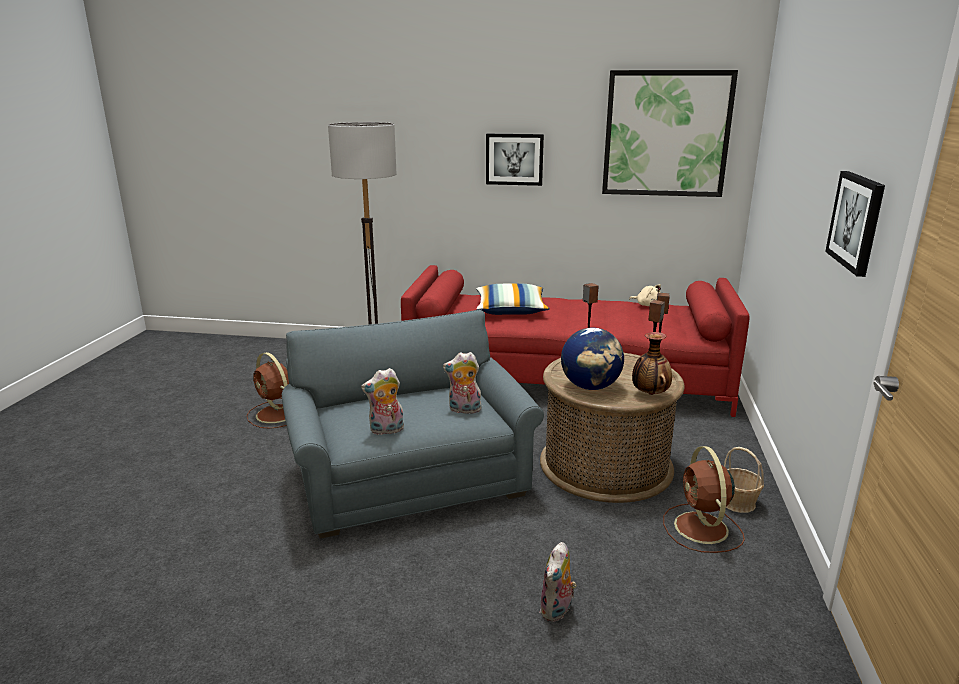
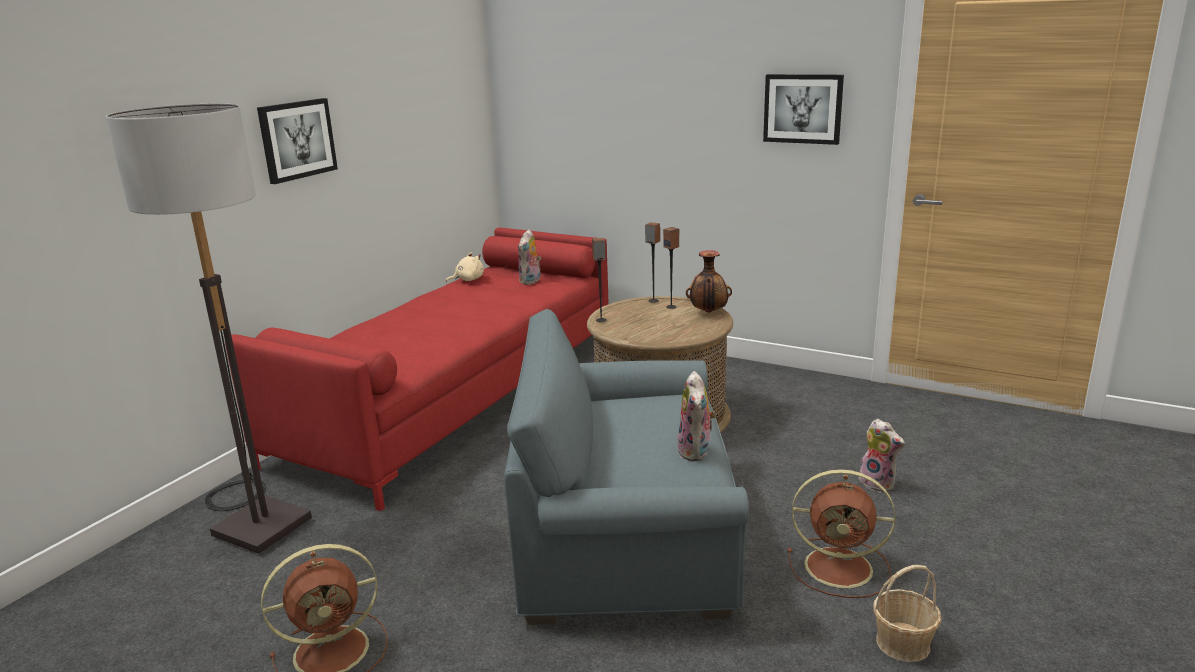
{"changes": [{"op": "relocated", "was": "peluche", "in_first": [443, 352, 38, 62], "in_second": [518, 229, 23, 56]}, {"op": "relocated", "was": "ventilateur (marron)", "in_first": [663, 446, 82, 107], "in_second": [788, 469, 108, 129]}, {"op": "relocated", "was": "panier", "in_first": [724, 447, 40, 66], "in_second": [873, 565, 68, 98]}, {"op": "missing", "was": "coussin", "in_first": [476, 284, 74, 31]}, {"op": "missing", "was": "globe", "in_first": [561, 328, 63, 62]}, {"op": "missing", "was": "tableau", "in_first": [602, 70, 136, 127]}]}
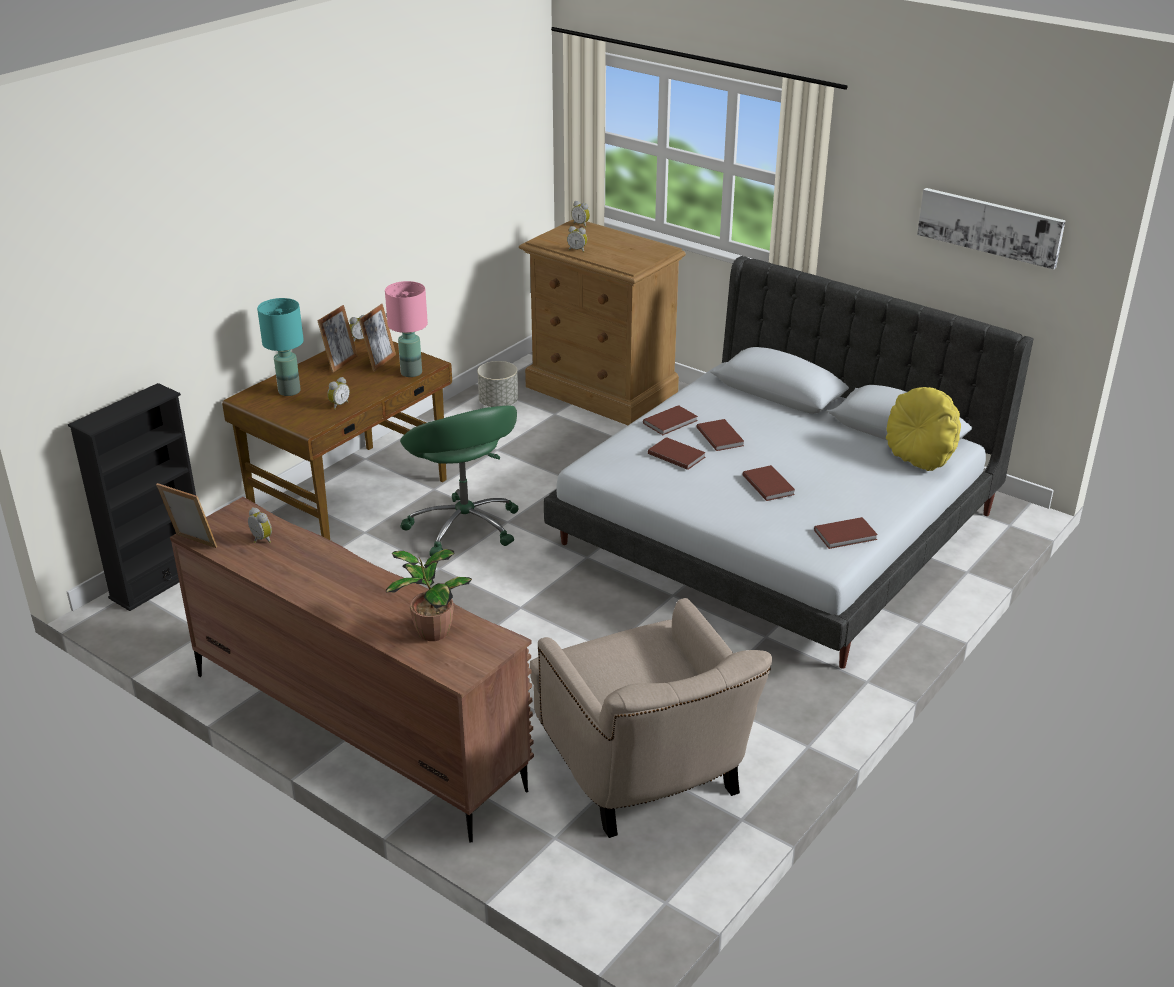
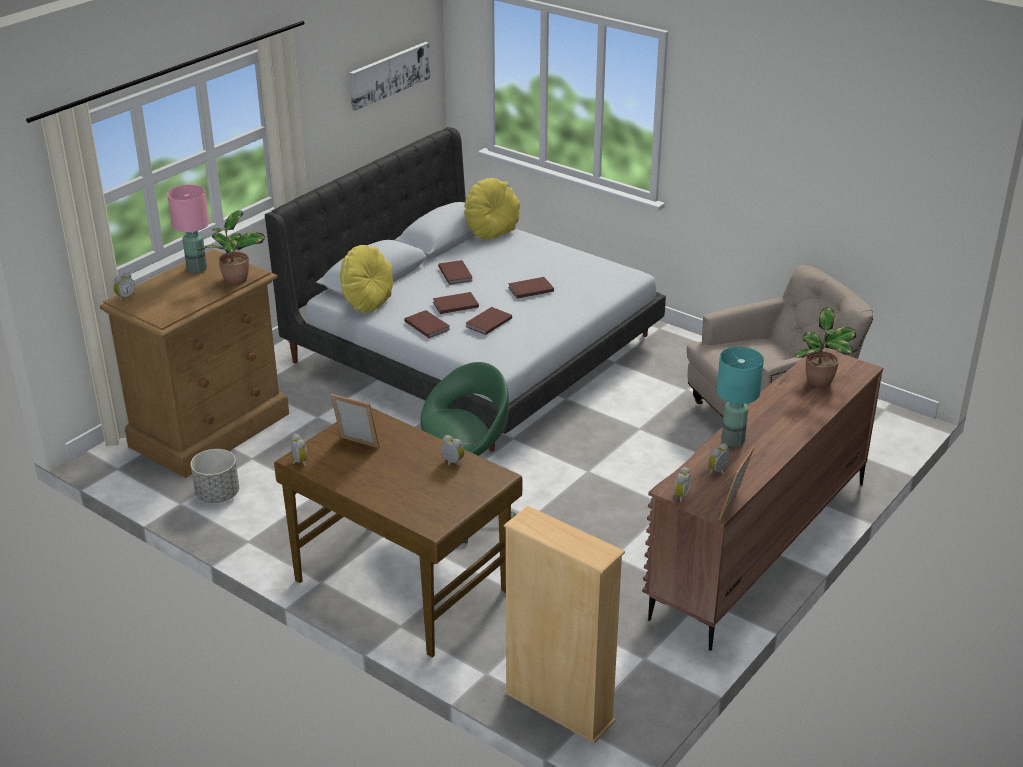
{"changes": [{"op": "relocated", "was": "lampe de table (rose)", "in_first": [385, 281, 43, 96], "in_second": [167, 185, 42, 88]}, {"op": "appeared", "now": "plante en pot", "in_second": [197, 210, 69, 75]}, {"op": "appeared", "now": "coussin (jaune)", "in_second": [340, 245, 53, 68]}, {"op": "relocated", "was": "livre (marron)", "in_first": [814, 517, 64, 32], "in_second": [438, 260, 35, 25]}, {"op": "colour", "was": "bibliothèque (noir)", "now": "bibliothèque (beige)", "in_first": [68, 383, 128, 228], "in_second": [504, 506, 121, 238]}, {"op": "relocated", "was": "réveil", "in_first": [567, 226, 20, 26], "in_second": [673, 467, 18, 36]}, {"op": "relocated", "was": "lampe de table (turquoise)", "in_first": [257, 298, 47, 98], "in_second": [717, 347, 47, 100]}, {"op": "missing", "was": "cadre photo", "in_first": [317, 305, 41, 68]}]}
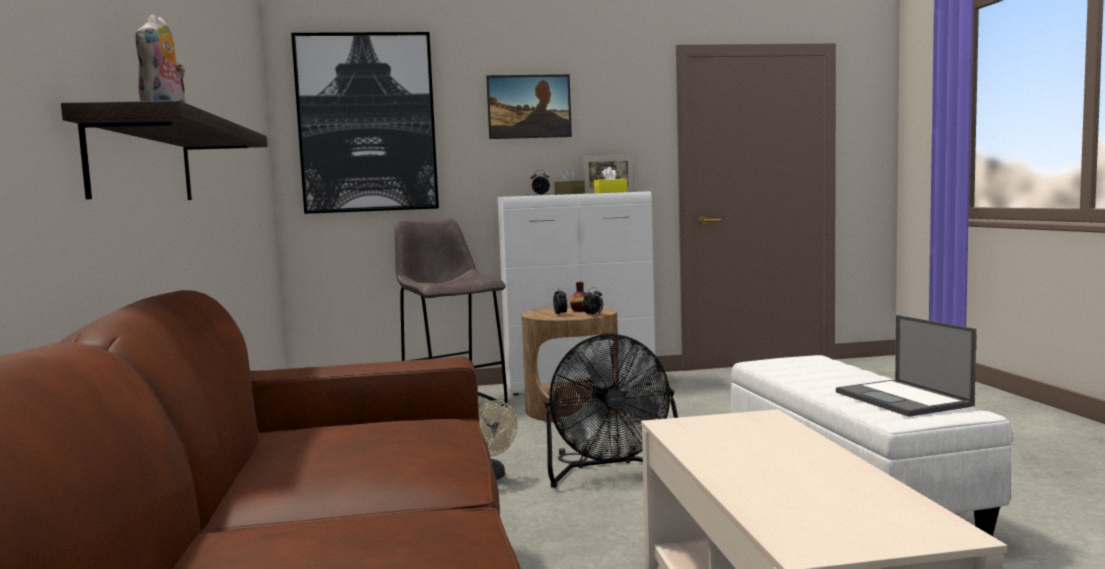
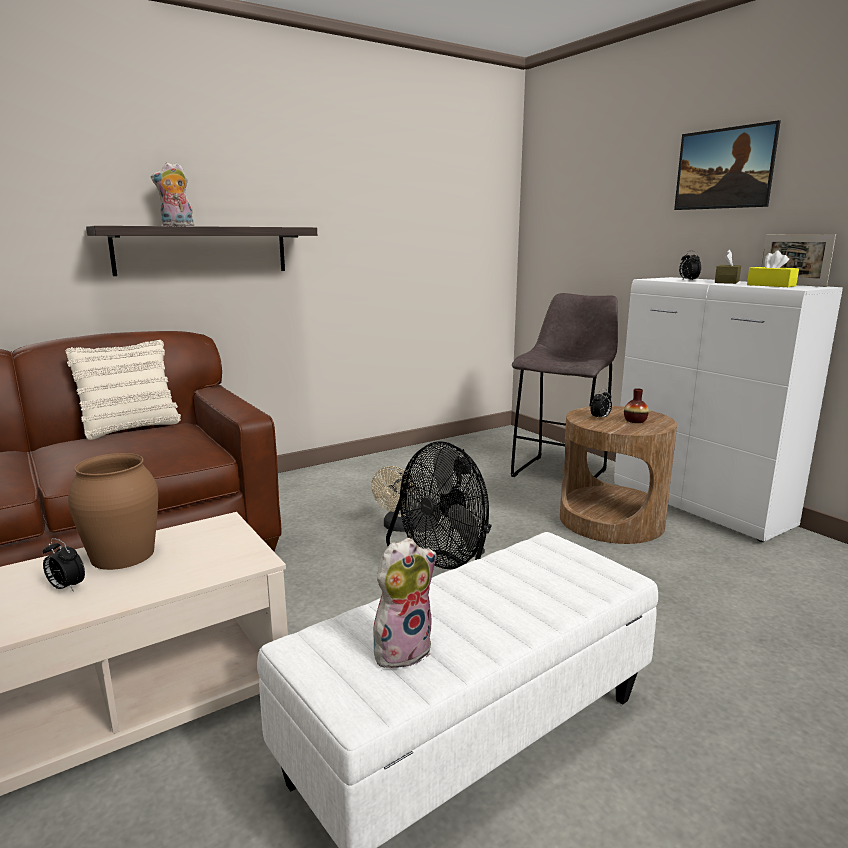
{"changes": [{"op": "relocated", "was": "réveil", "in_first": [582, 288, 21, 27], "in_second": [43, 538, 42, 54]}, {"op": "appeared", "now": "coussin (beige)", "in_second": [65, 340, 116, 100]}, {"op": "appeared", "now": "vase (marron)", "in_second": [68, 453, 90, 117]}, {"op": "exchanged", "was": "ordinateur portable", "now": "peluche", "in_first": [836, 315, 140, 102], "in_second": [373, 538, 64, 133]}, {"op": "missing", "was": "tableau", "in_first": [291, 32, 148, 182]}]}
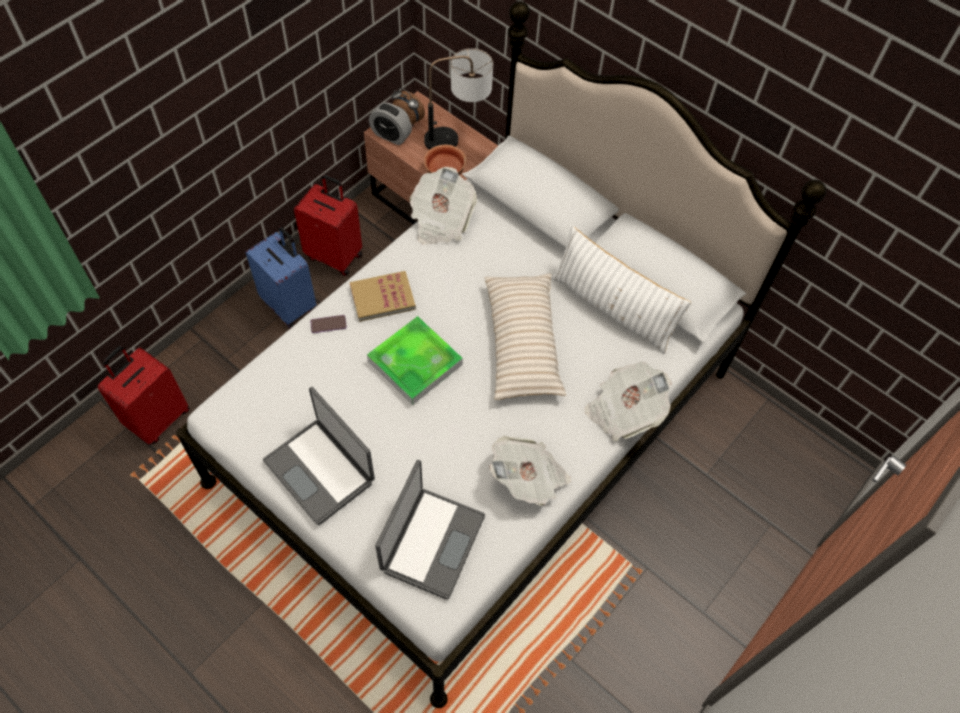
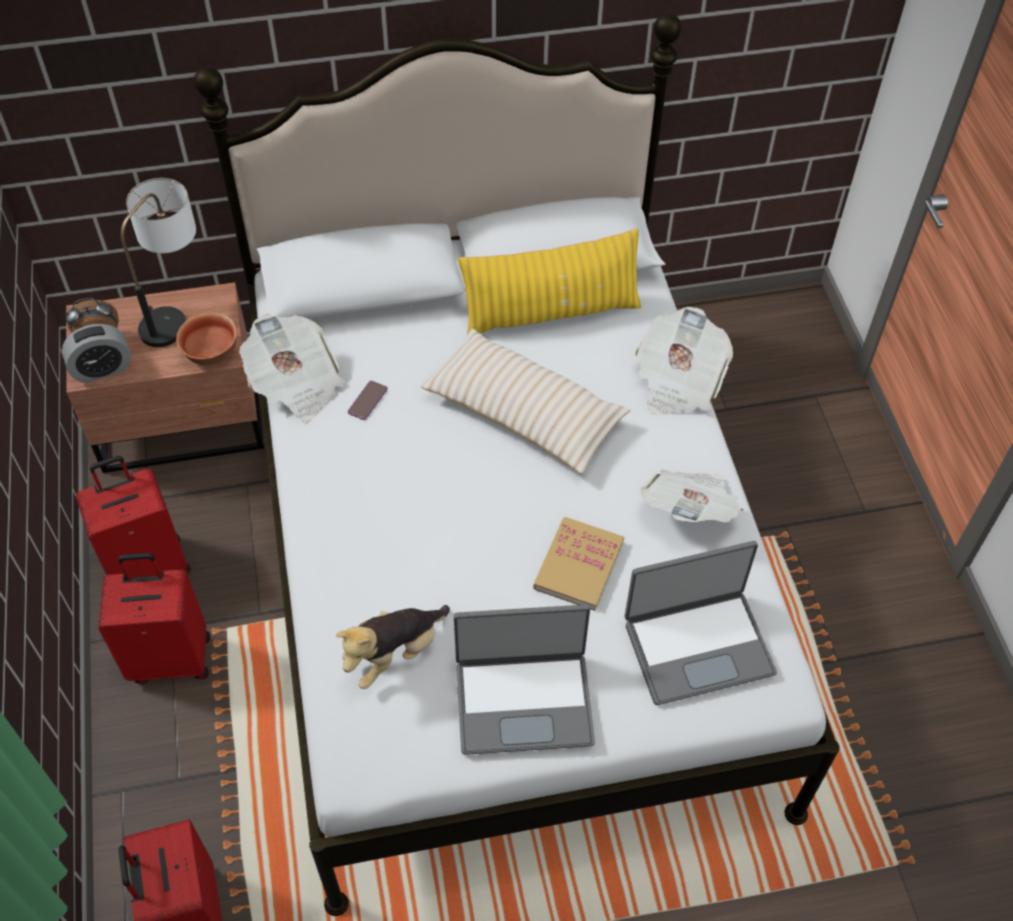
{"changes": [{"op": "colour", "was": "valise (bleu)", "now": "valise (rouge)", "in_first": [245, 226, 71, 102], "in_second": [98, 553, 112, 131]}, {"op": "appeared", "now": "peluche", "in_second": [336, 605, 114, 84]}, {"op": "relocated", "was": "téléphone", "in_first": [310, 315, 37, 18], "in_second": [347, 381, 41, 39]}, {"op": "colour", "was": "coussin (blanc)", "now": "coussin (jaune)", "in_first": [552, 226, 139, 128], "in_second": [458, 229, 183, 106]}, {"op": "relocated", "was": "livre", "in_first": [349, 271, 67, 51], "in_second": [533, 517, 91, 94]}, {"op": "spun", "was": "ordinateur portable", "in_first": [375, 460, 110, 139], "in_second": [624, 541, 153, 164], "clockwise": 105}, {"op": "missing", "was": "plateau", "in_first": [367, 316, 96, 89]}]}
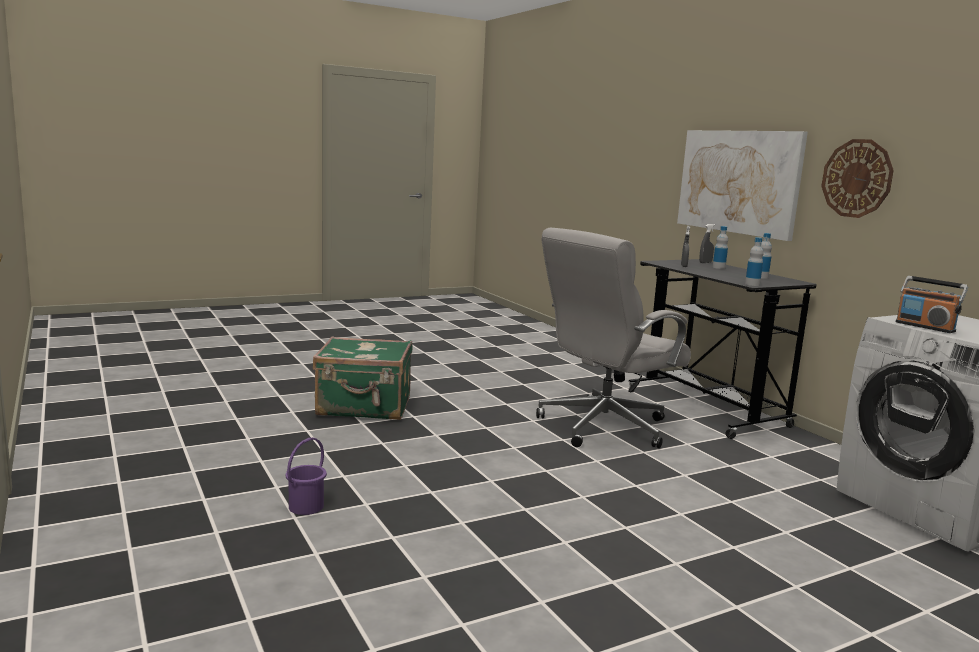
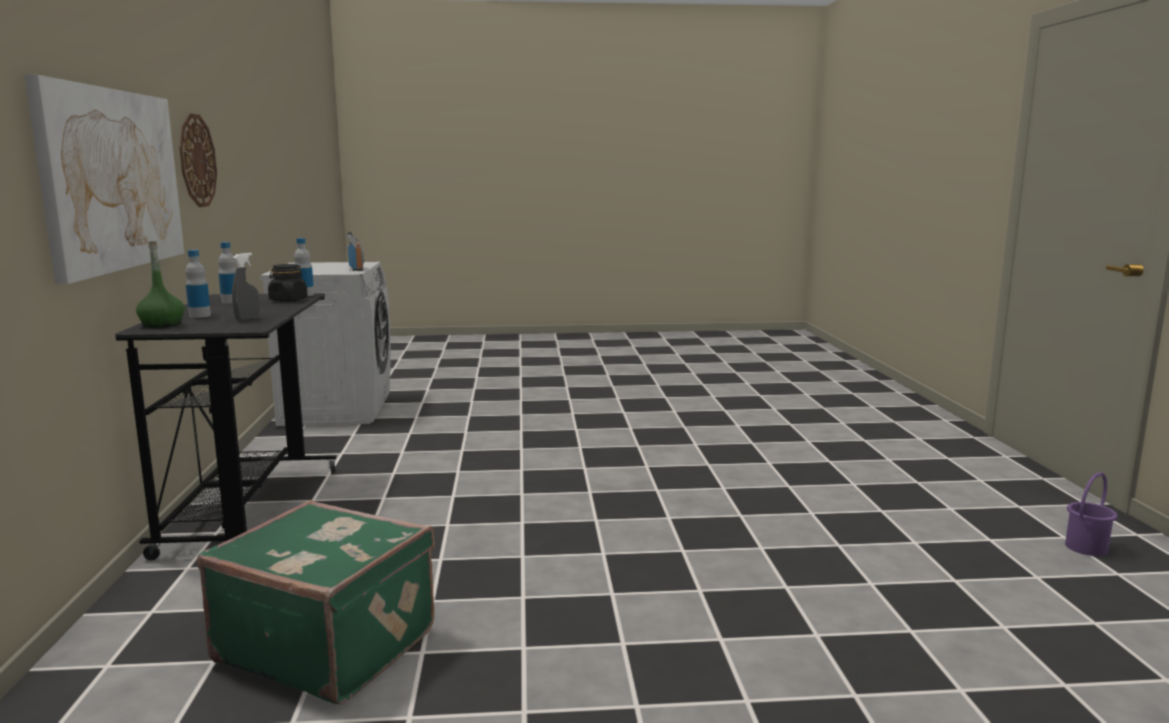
{"changes": [{"op": "exchanged", "was": "vaporisateur (gris)", "now": "bouteille (vert)", "in_first": [699, 224, 16, 39], "in_second": [136, 242, 49, 86]}, {"op": "relocated", "was": "valise (vert)", "in_first": [313, 336, 100, 84], "in_second": [197, 500, 238, 204]}, {"op": "appeared", "now": "bocal (noir)", "in_second": [268, 264, 40, 38]}, {"op": "relocated", "was": "seau (violet)", "in_first": [286, 438, 41, 77], "in_second": [1065, 472, 53, 84]}, {"op": "missing", "was": "chaise de bureau (gris)", "in_first": [536, 228, 155, 220]}]}
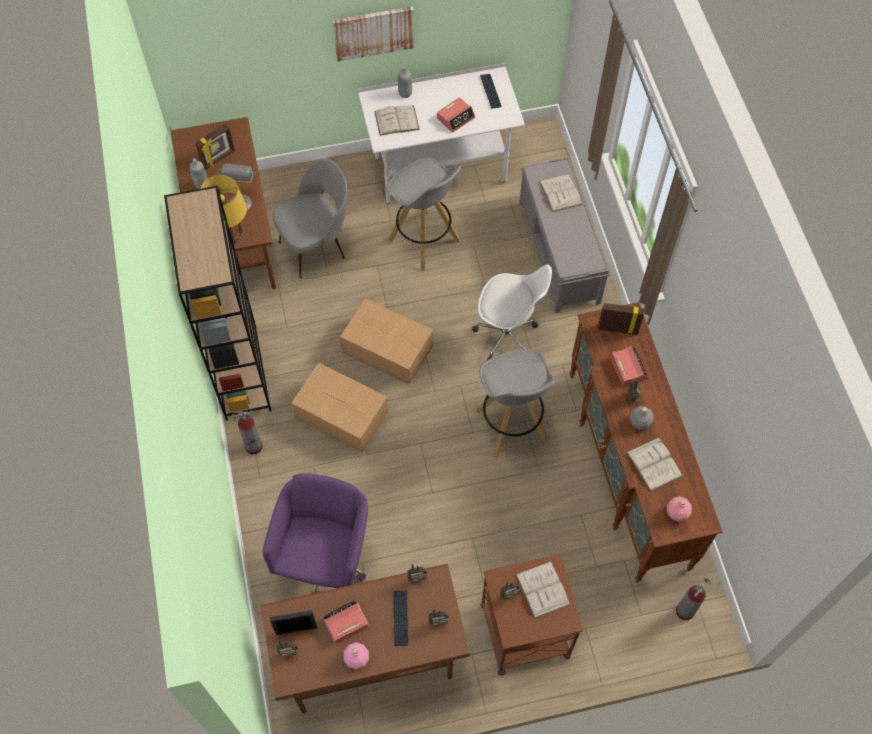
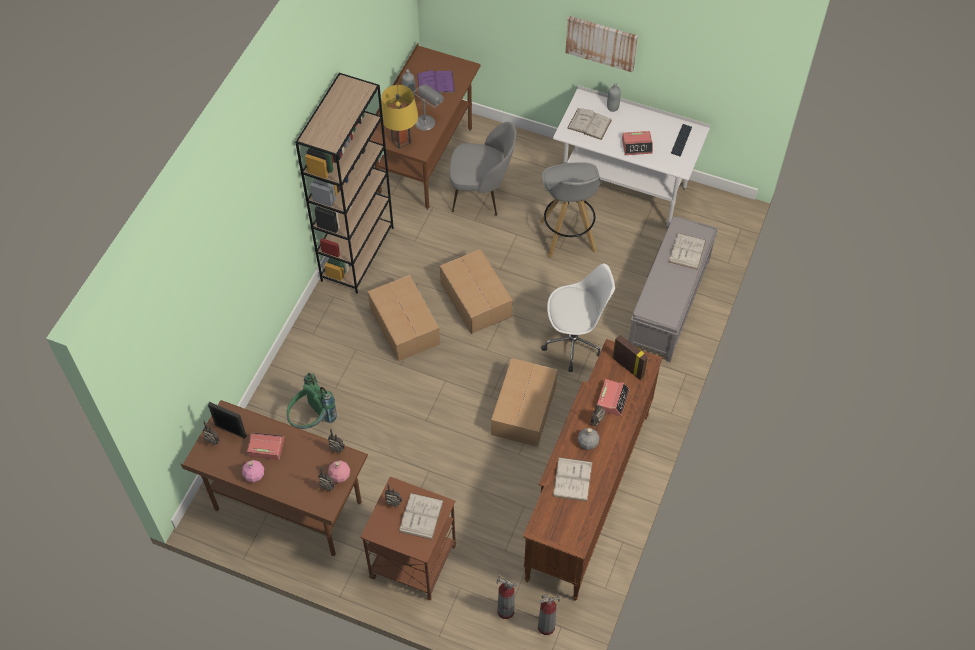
{"changes": [{"op": "exchanged", "was": "chaise de bureau (violet)", "now": "sac à dos (vert)", "in_first": [263, 473, 105, 121], "in_second": [287, 373, 50, 56]}, {"op": "relocated", "was": "bouteille (rose)", "in_first": [667, 496, 25, 26], "in_second": [328, 460, 22, 23]}, {"op": "exchanged", "was": "cadre photo", "now": "livre (violet)", "in_first": [195, 123, 40, 46], "in_second": [417, 70, 38, 23]}, {"op": "exchanged", "was": "tabouret (gris)", "now": "carton", "in_first": [475, 349, 81, 109], "in_second": [491, 358, 67, 89]}, {"op": "relocated", "was": "extincteur", "in_first": [232, 411, 31, 43], "in_second": [496, 575, 21, 44]}, {"op": "spun", "was": "chaise de bureau (blanc)", "in_first": [472, 264, 80, 96], "in_second": [541, 263, 74, 109], "clockwise": -60}, {"op": "missing", "was": "clavier", "in_first": [393, 590, 15, 56]}]}
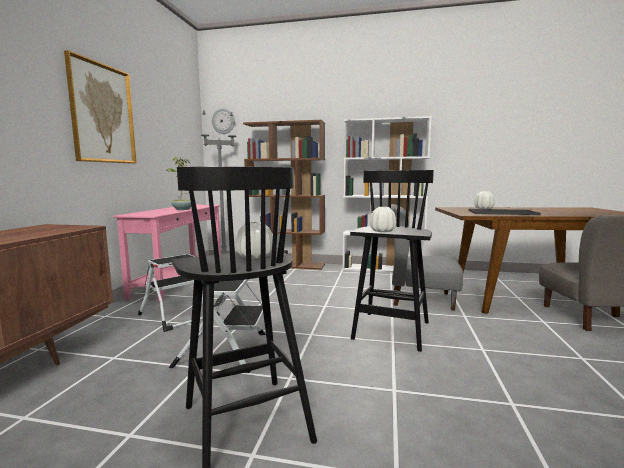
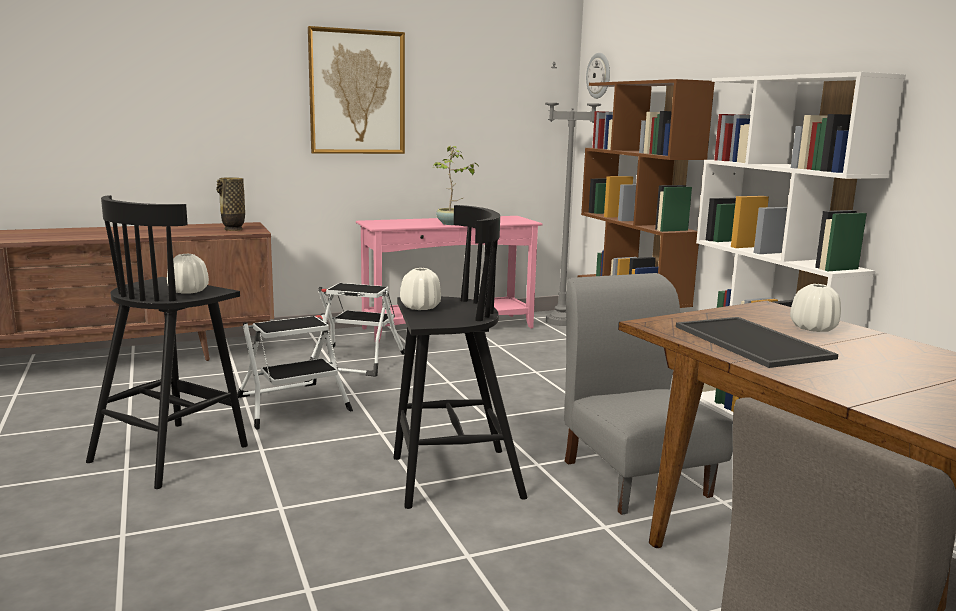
{"changes": [{"op": "appeared", "now": "vase", "in_second": [216, 177, 29, 54]}]}
